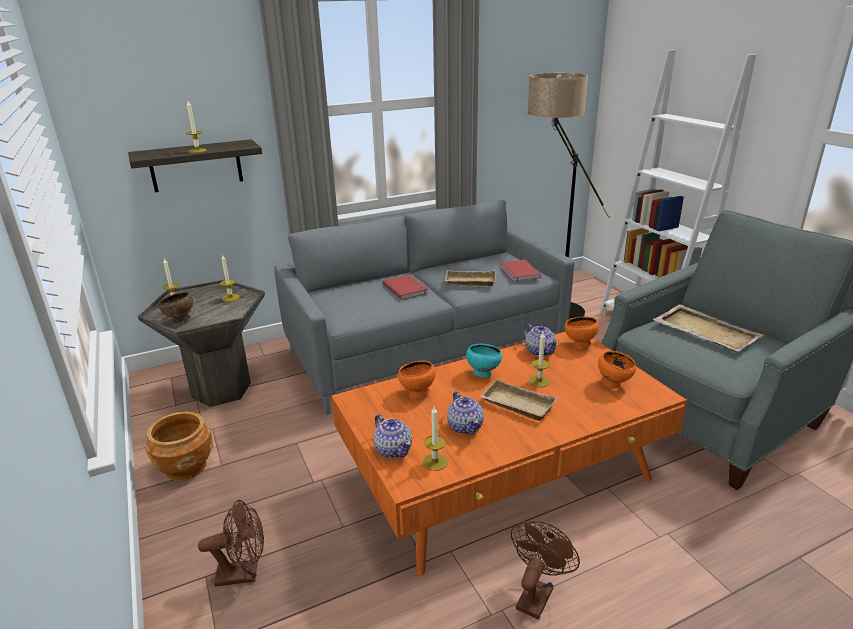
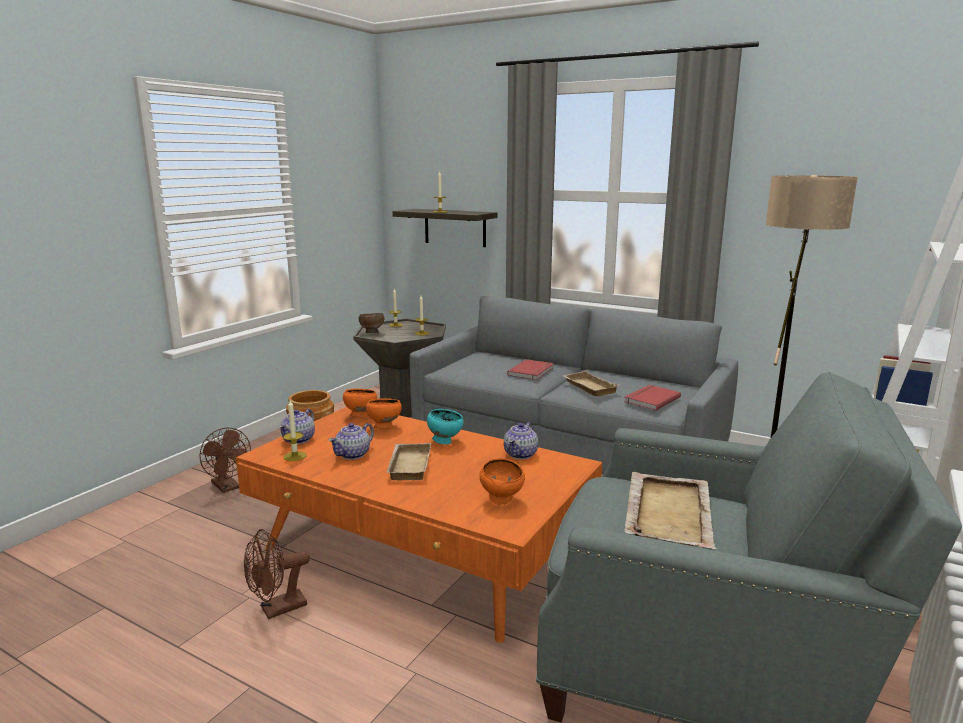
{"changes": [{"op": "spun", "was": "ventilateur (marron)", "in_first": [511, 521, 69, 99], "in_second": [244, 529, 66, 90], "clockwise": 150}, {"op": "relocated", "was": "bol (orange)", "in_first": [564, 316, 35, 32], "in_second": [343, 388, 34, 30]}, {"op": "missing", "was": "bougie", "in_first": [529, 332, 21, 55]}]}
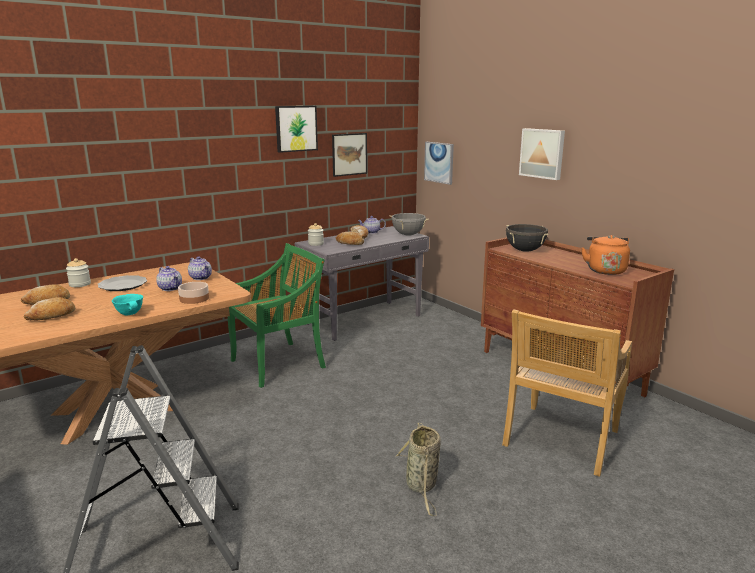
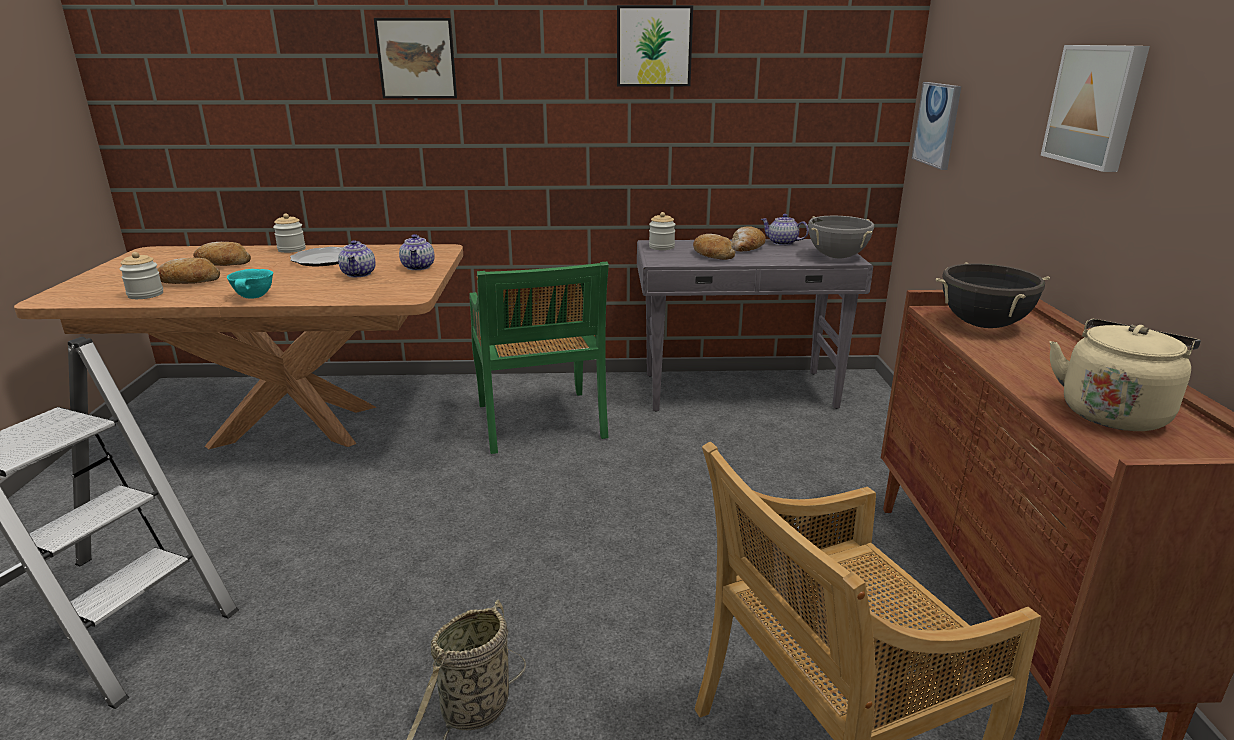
{"changes": [{"op": "appeared", "now": "bocal", "in_second": [119, 252, 44, 47]}, {"op": "relocated", "was": "tableau", "in_first": [332, 133, 35, 44], "in_second": [374, 18, 83, 80]}, {"op": "spun", "was": "chaise (vert)", "in_first": [228, 243, 98, 145], "in_second": [469, 262, 140, 192], "clockwise": 75}, {"op": "colour", "was": "bouilloire (orange)", "now": "bouilloire (beige)", "in_first": [582, 235, 48, 40], "in_second": [1050, 319, 151, 112]}, {"op": "missing", "was": "bol", "in_first": [178, 282, 31, 22]}]}
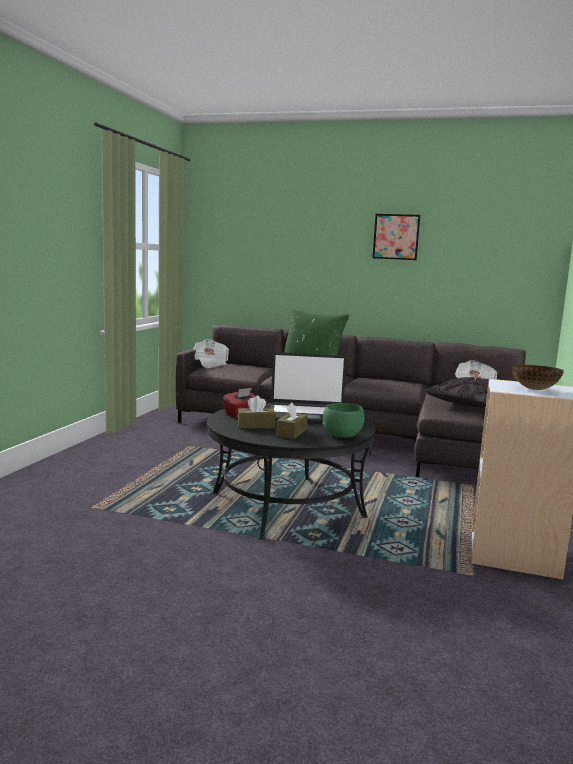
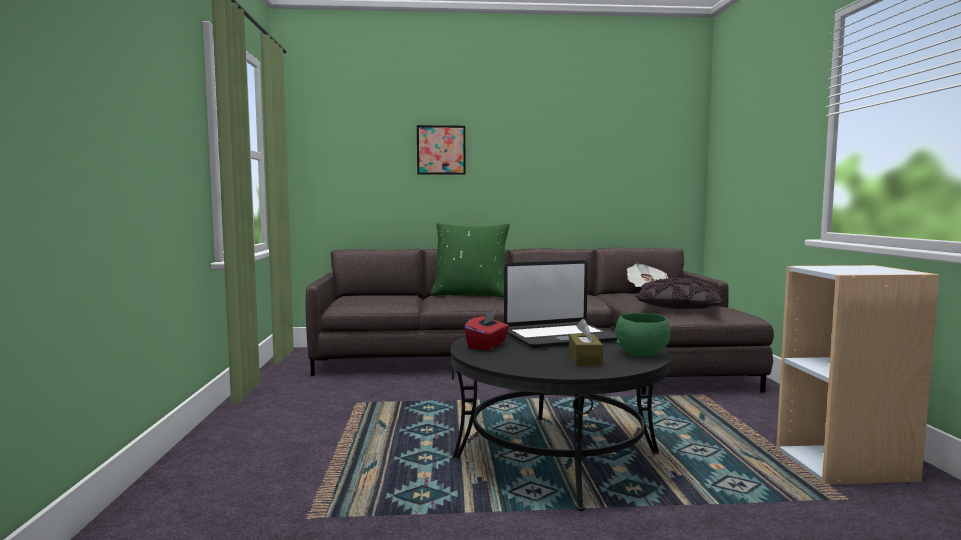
{"changes": [{"op": "relocated", "was": "tableau", "in_first": [372, 214, 48, 46], "in_second": [417, 125, 48, 50]}, {"op": "missing", "was": "journal", "in_first": [193, 339, 36, 29]}, {"op": "missing", "was": "boîte à mouchoirs (marron)", "in_first": [238, 396, 38, 33]}, {"op": "missing", "was": "bol", "in_first": [512, 365, 52, 25]}]}
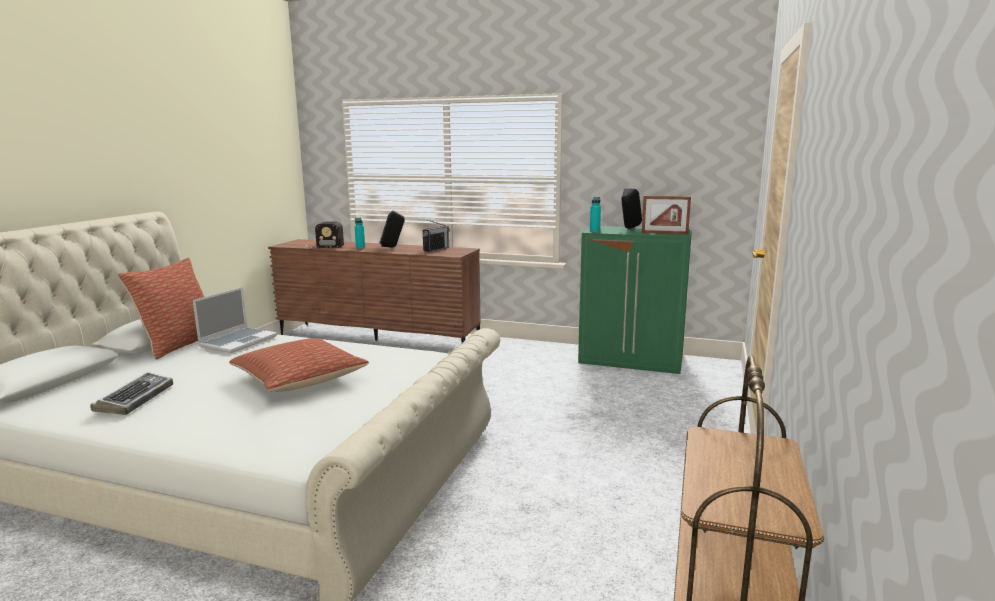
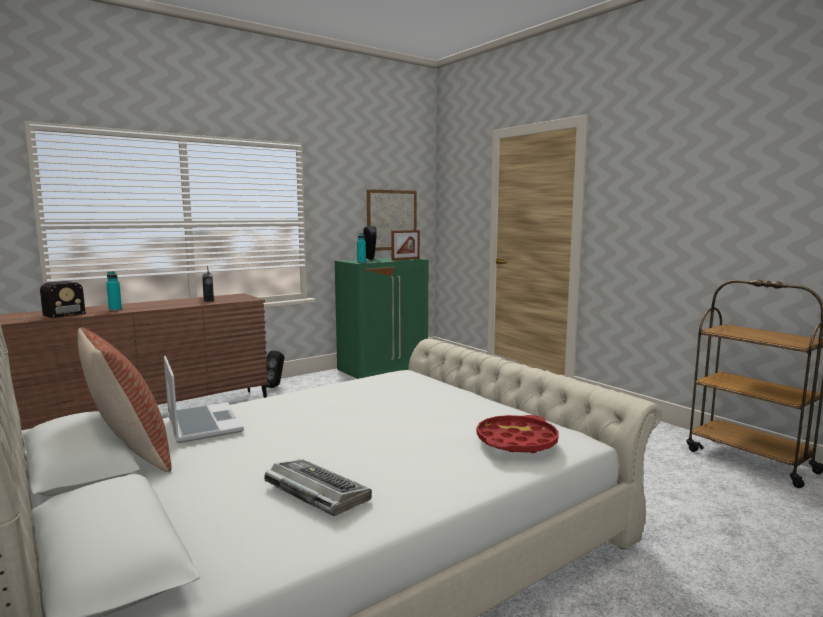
{"changes": [{"op": "relocated", "was": "enceinte (noir)", "in_first": [379, 210, 26, 38], "in_second": [266, 351, 18, 37]}, {"op": "appeared", "now": "tableau", "in_second": [367, 189, 50, 62]}, {"op": "appeared", "now": "plateau (rouge)", "in_second": [477, 415, 82, 38]}, {"op": "missing", "was": "coussin", "in_first": [229, 338, 140, 54]}]}
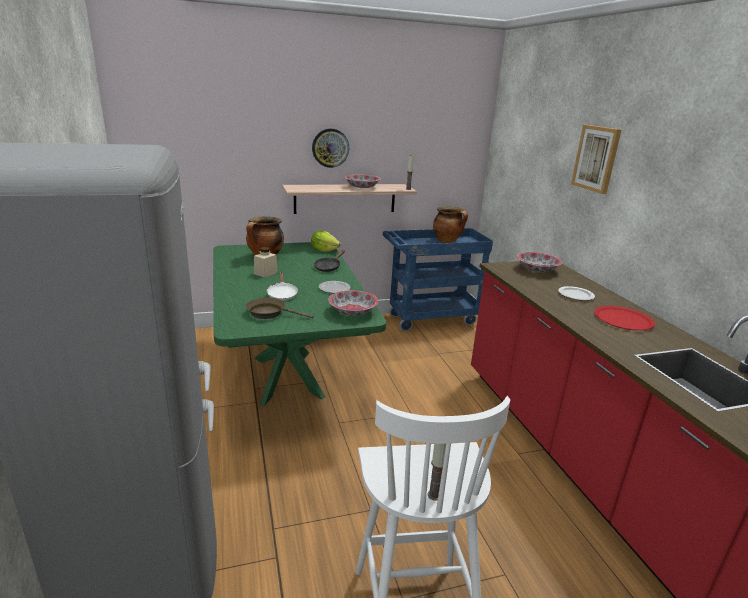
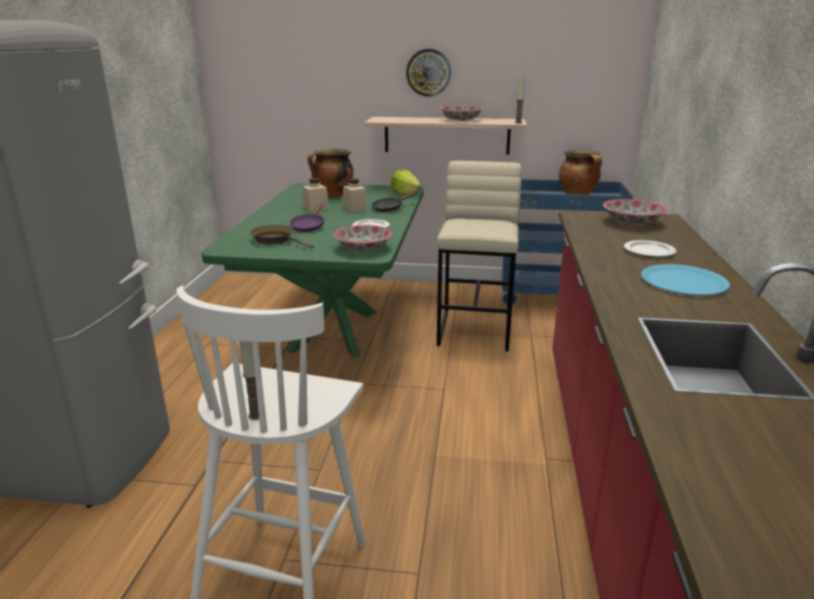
{"changes": [{"op": "colour", "was": "poêle (blanc)", "now": "poêle (violet)", "in_first": [267, 272, 31, 29], "in_second": [290, 204, 34, 28]}, {"op": "appeared", "now": "bocal (beige)", "in_second": [343, 178, 24, 34]}, {"op": "appeared", "now": "tabouret (beige)", "in_second": [437, 161, 85, 190]}, {"op": "colour", "was": "assiette (rouge)", "now": "assiette (bleu)", "in_first": [594, 306, 61, 24], "in_second": [641, 264, 89, 32]}, {"op": "missing", "was": "tableau", "in_first": [571, 125, 50, 69]}]}
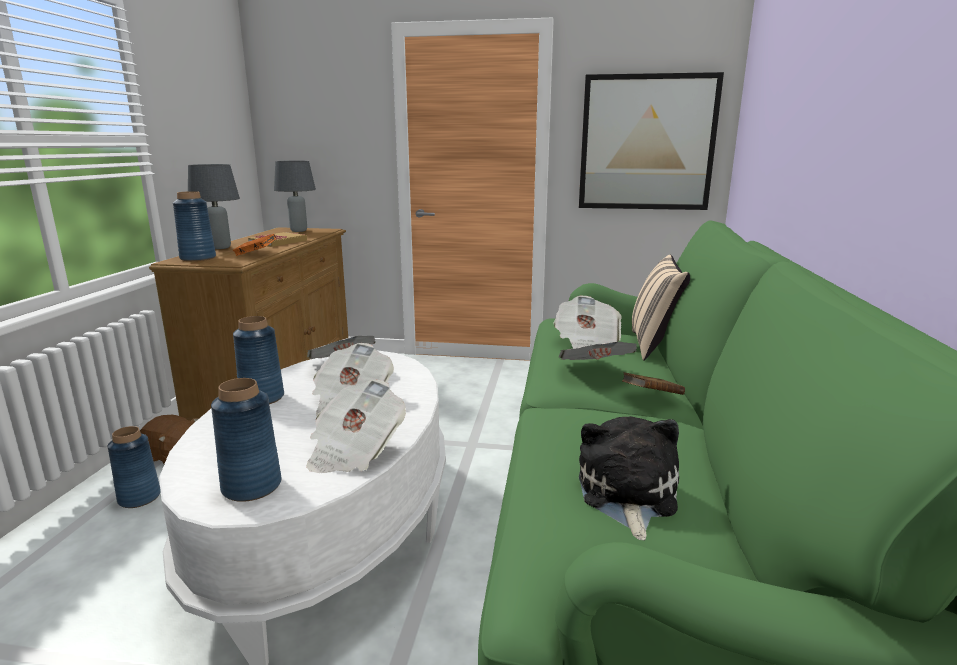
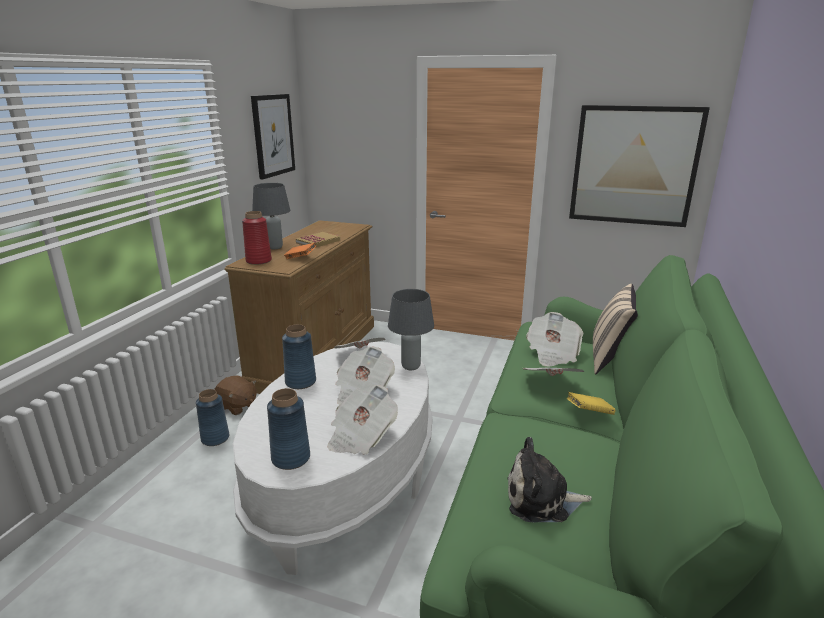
{"changes": [{"op": "colour", "was": "vase (bleu)", "now": "vase (rouge)", "in_first": [173, 191, 43, 70], "in_second": [242, 211, 30, 54]}, {"op": "appeared", "now": "tableau", "in_second": [251, 94, 44, 85]}, {"op": "relocated", "was": "lampe de table (gris)", "in_first": [274, 161, 42, 71], "in_second": [388, 289, 46, 81]}, {"op": "spun", "was": "peluche", "in_first": [579, 416, 100, 124], "in_second": [508, 437, 84, 85], "clockwise": -105}, {"op": "colour", "was": "livre (marron)", "now": "livre (jaune)", "in_first": [622, 372, 63, 23], "in_second": [567, 392, 48, 23]}]}
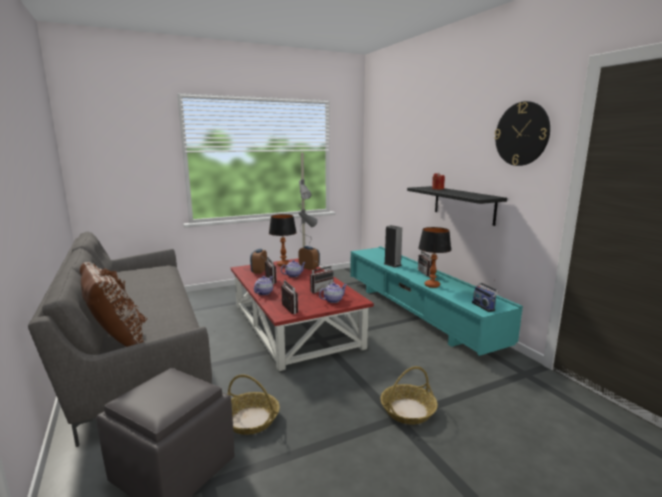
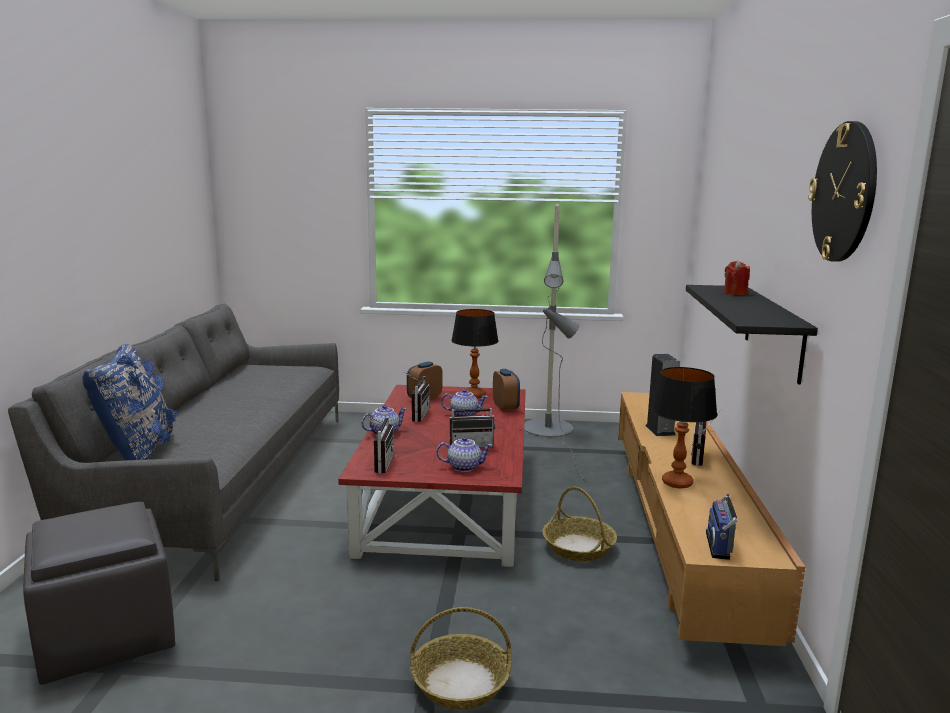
{"changes": [{"op": "colour", "was": "coussin (marron)", "now": "coussin (bleu)", "in_first": [80, 262, 68, 85], "in_second": [82, 344, 96, 116]}, {"op": "relocated", "was": "panier", "in_first": [228, 374, 52, 61], "in_second": [542, 487, 75, 74]}, {"op": "colour", "was": "meuble télé (turquoise)", "now": "meuble télé (marron)", "in_first": [350, 246, 173, 110], "in_second": [618, 392, 187, 254]}]}
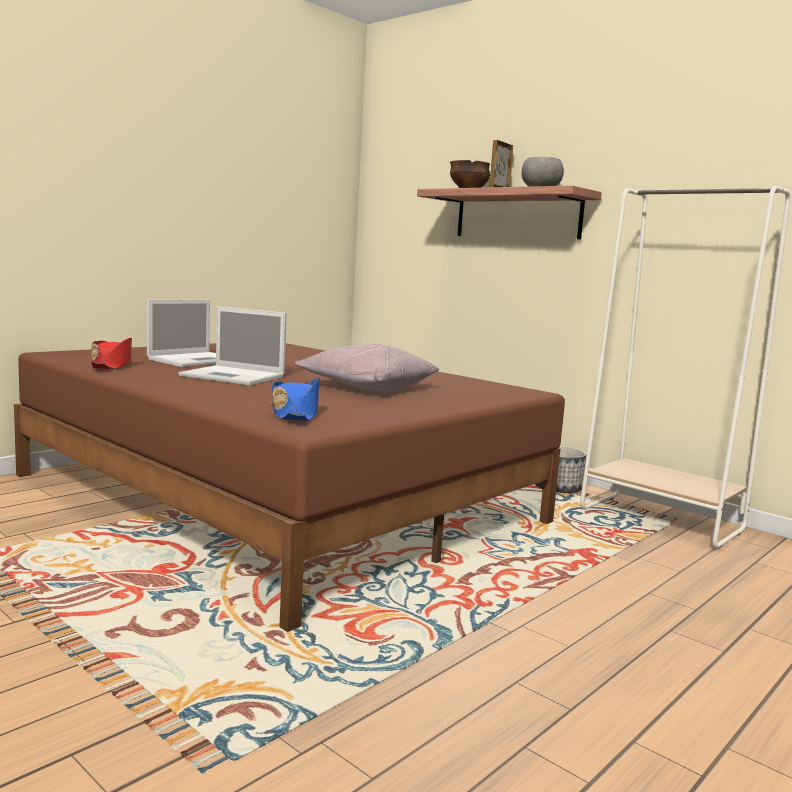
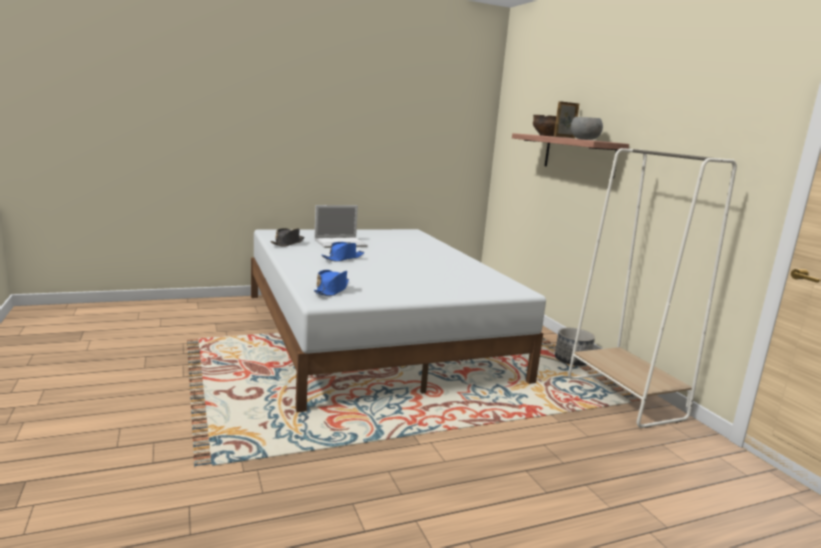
{"changes": [{"op": "colour", "was": "lit (marron)", "now": "lit (blanc)", "in_first": [14, 343, 551, 289], "in_second": [251, 229, 295, 183]}, {"op": "colour", "was": "chapeau (rouge)", "now": "chapeau (noir)", "in_first": [91, 338, 41, 31], "in_second": [270, 228, 34, 19]}, {"op": "exchanged", "was": "ordinateur portable", "now": "chapeau (bleu)", "in_first": [179, 306, 108, 80], "in_second": [321, 242, 43, 20]}, {"op": "missing", "was": "coussin (violet)", "in_first": [295, 344, 144, 47]}]}
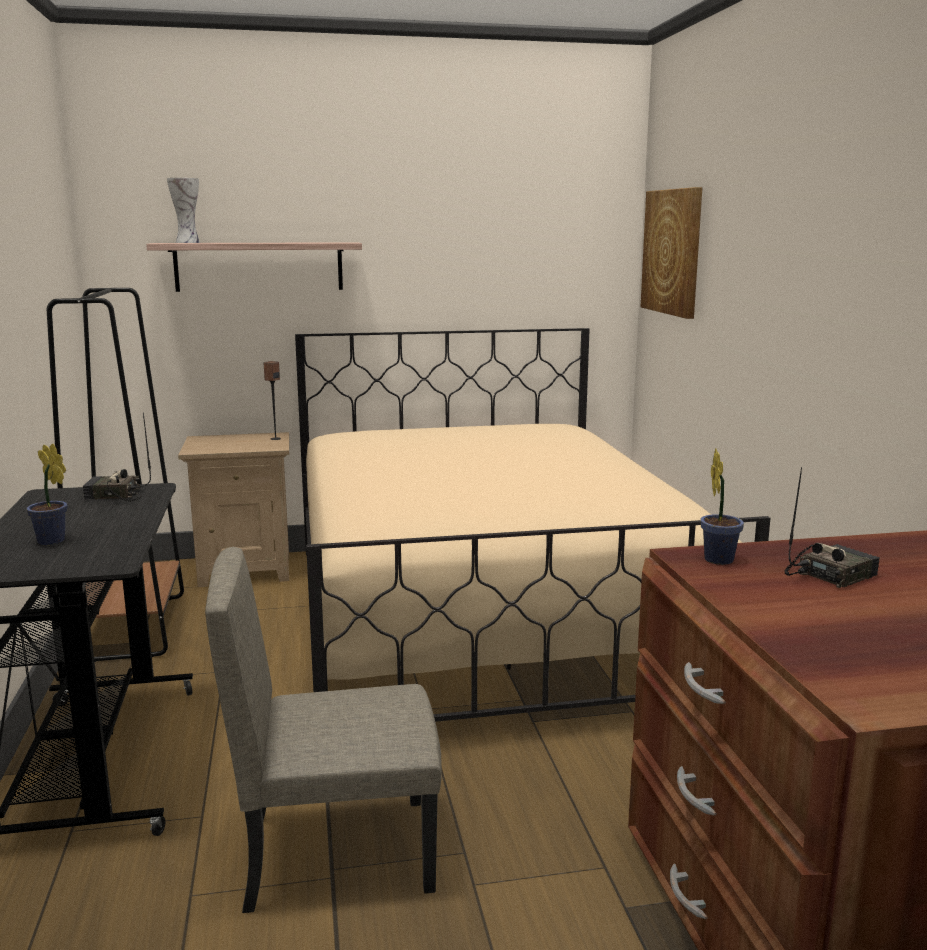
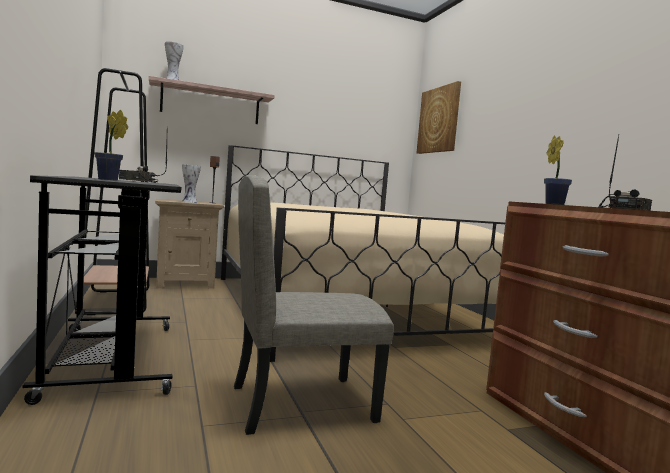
{"changes": [{"op": "appeared", "now": "vase", "in_second": [182, 165, 19, 38]}]}
